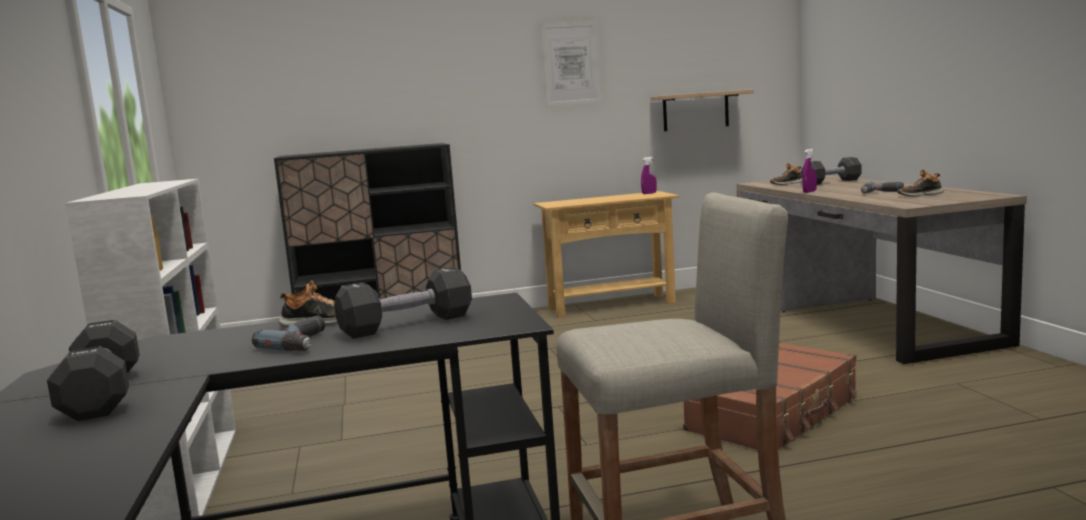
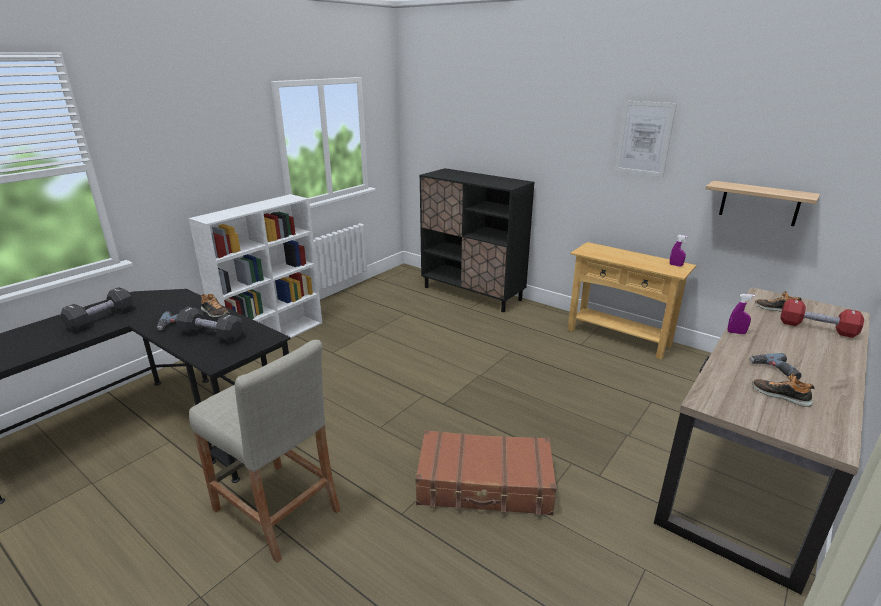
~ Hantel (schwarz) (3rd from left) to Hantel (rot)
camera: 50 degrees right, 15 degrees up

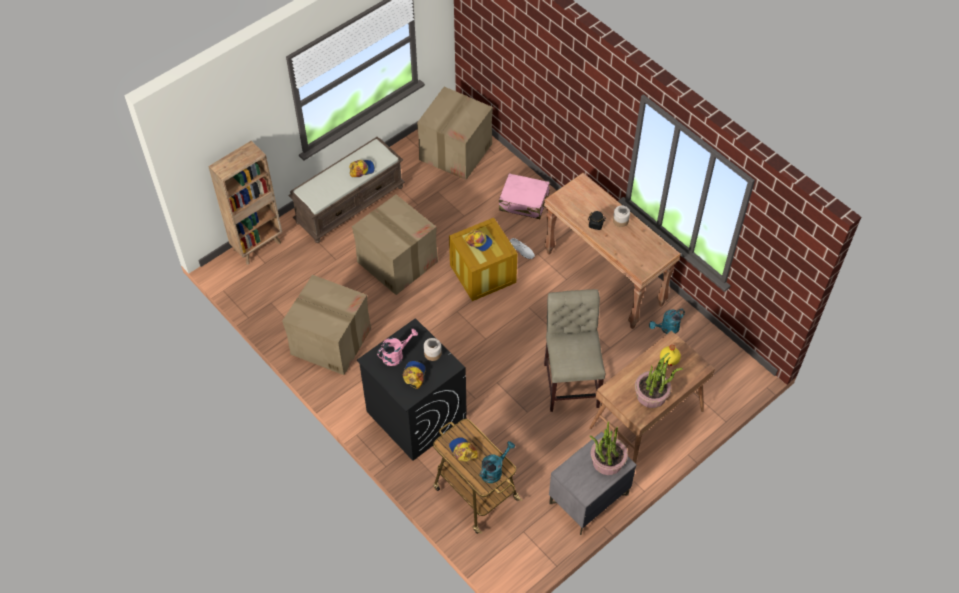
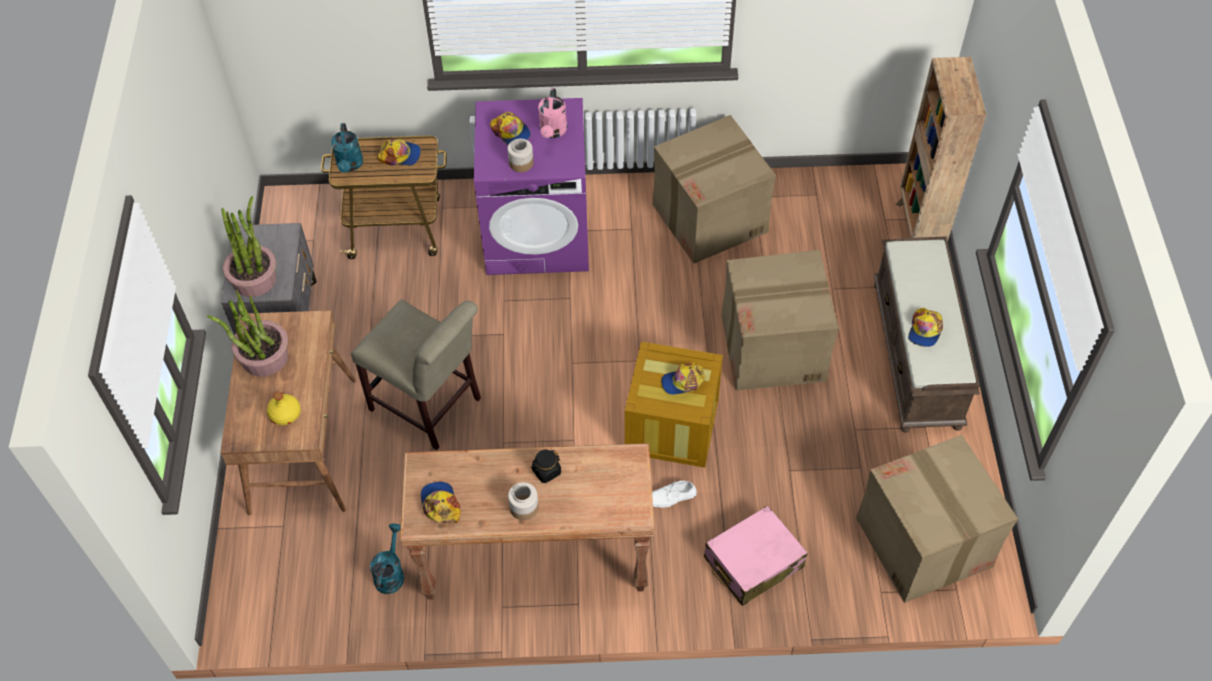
~ Waschmaschine (schwarz) to Waschmaschine (lila)
+ Kappe (2nd from left)
camera: 130 degrees right, 0 degrees up

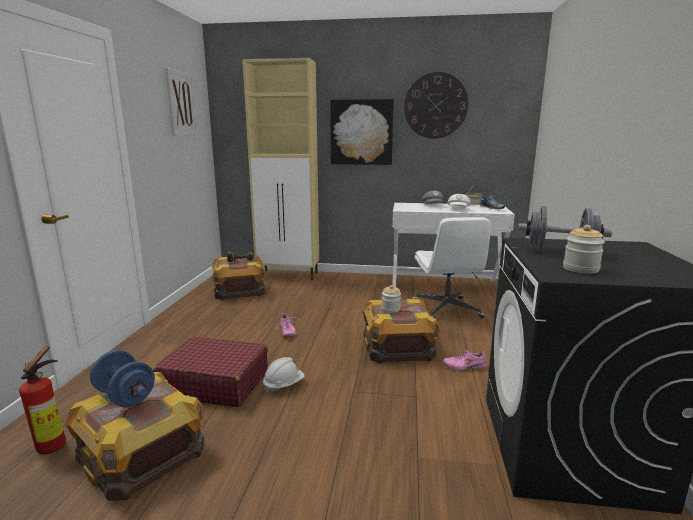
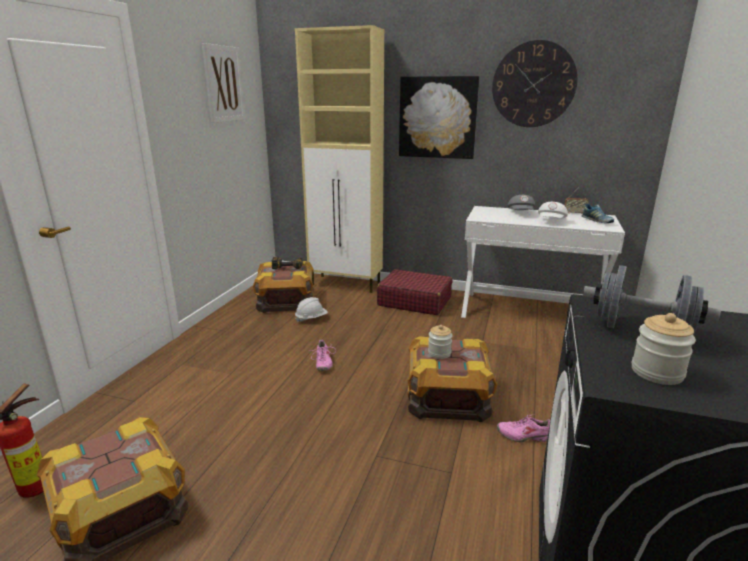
- Bürostuhl (weiß)
~ Koffer (rot)
- Hantel (blau)
~ Schutzhelm (weiß)
camera: 10 degrees right, 5 degrees up

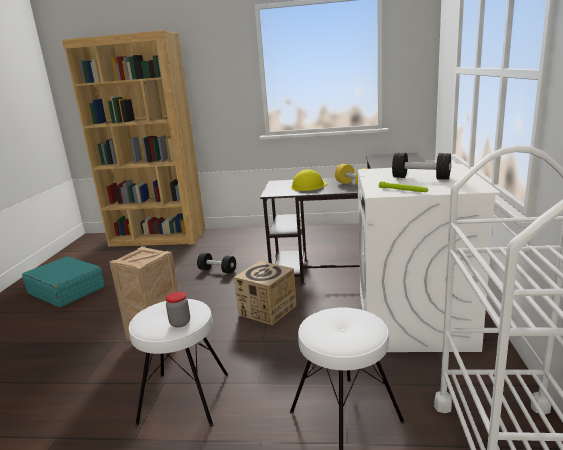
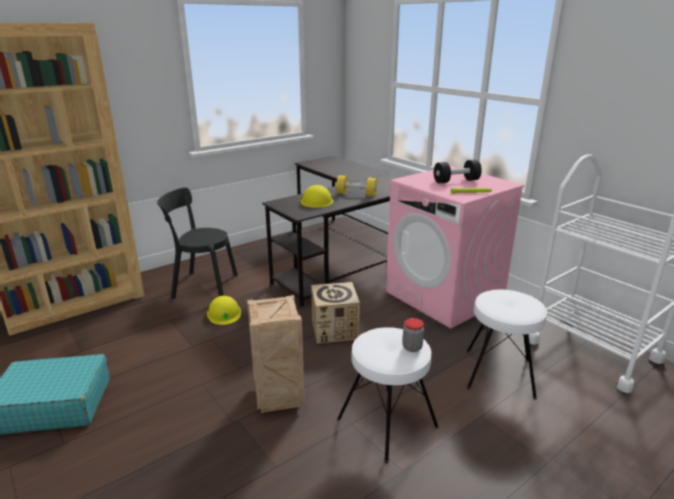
~ Waschmaschine (weiß) to Waschmaschine (rosa)
~ Hantel (schwarz) (1st from left) to Schutzhelm (gelb) (1st from left)
+ Stuhl (schwarz)
camera: 45 degrees left, 5 degrees up

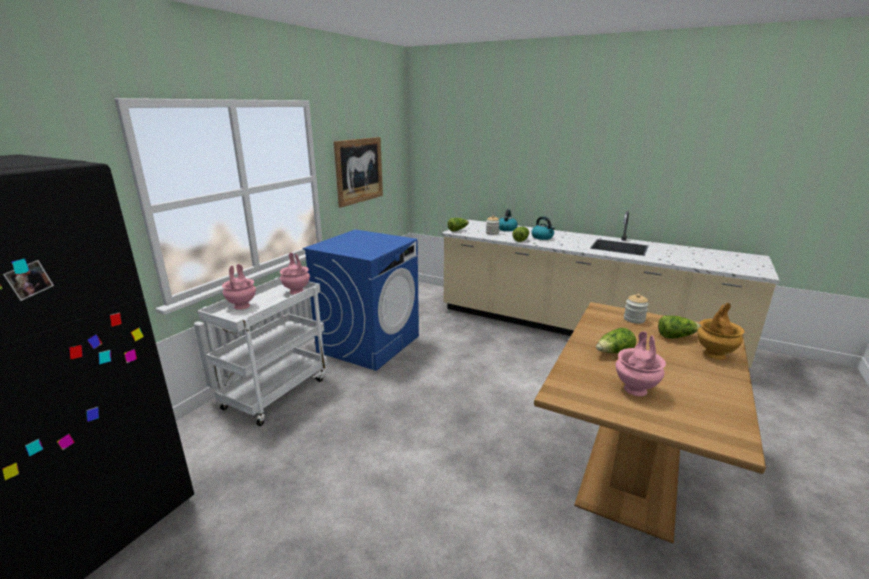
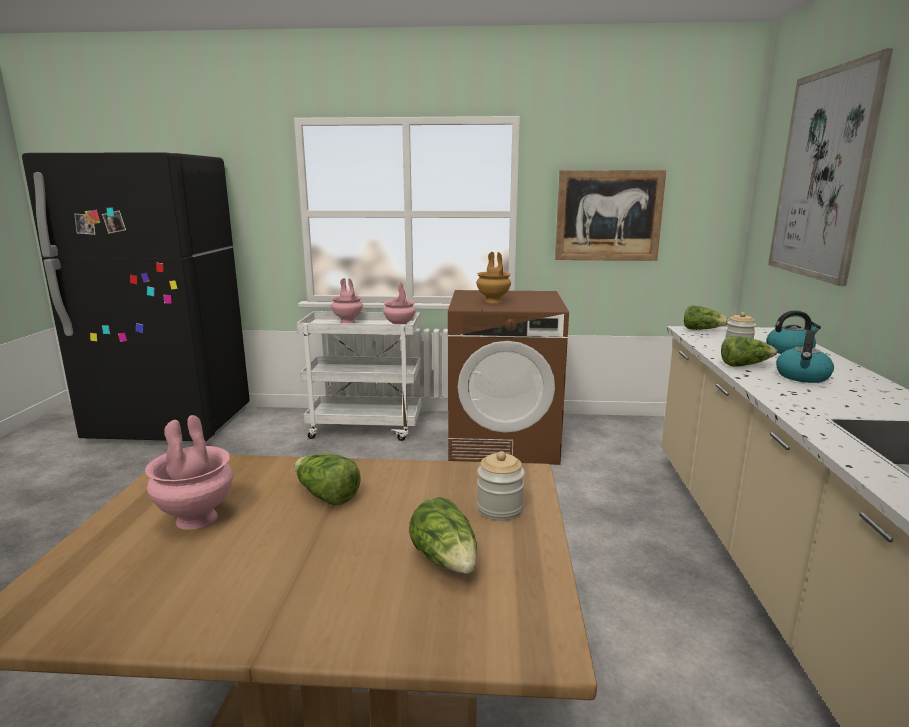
~ Waschmaschine (blau) to Waschmaschine (braun)
~ Vase (braun)
+ Bild (2nd from left)
camera: 65 degrees right, 5 degrees down

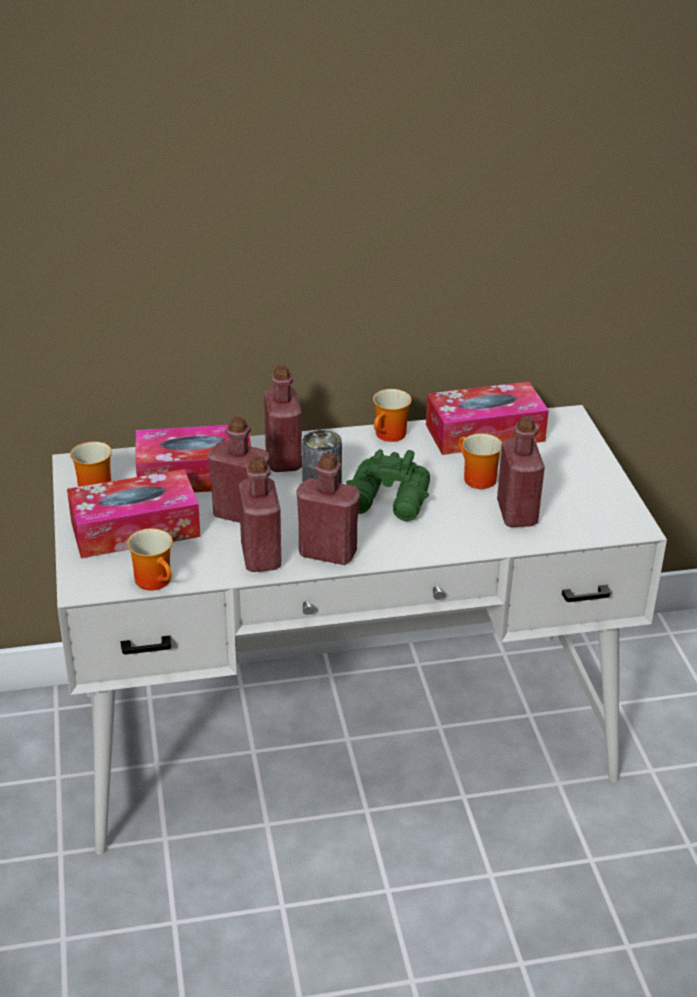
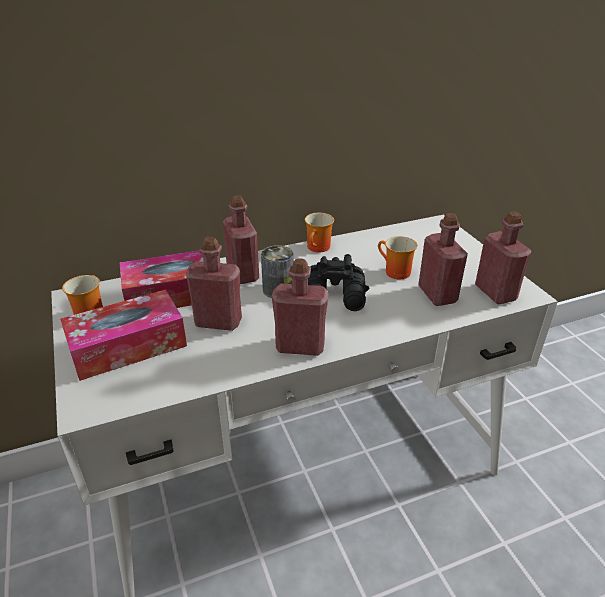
- Taschentuchbox (3rd from left)
~ Fernglas (grün) to Fernglas (schwarz)
~ Flasche (rot) (2nd from left in the first image) to Flasche (rot) (5th from left)
- Henkelbecher (2nd from left)
camera: 10 degrees left, 0 degrees up

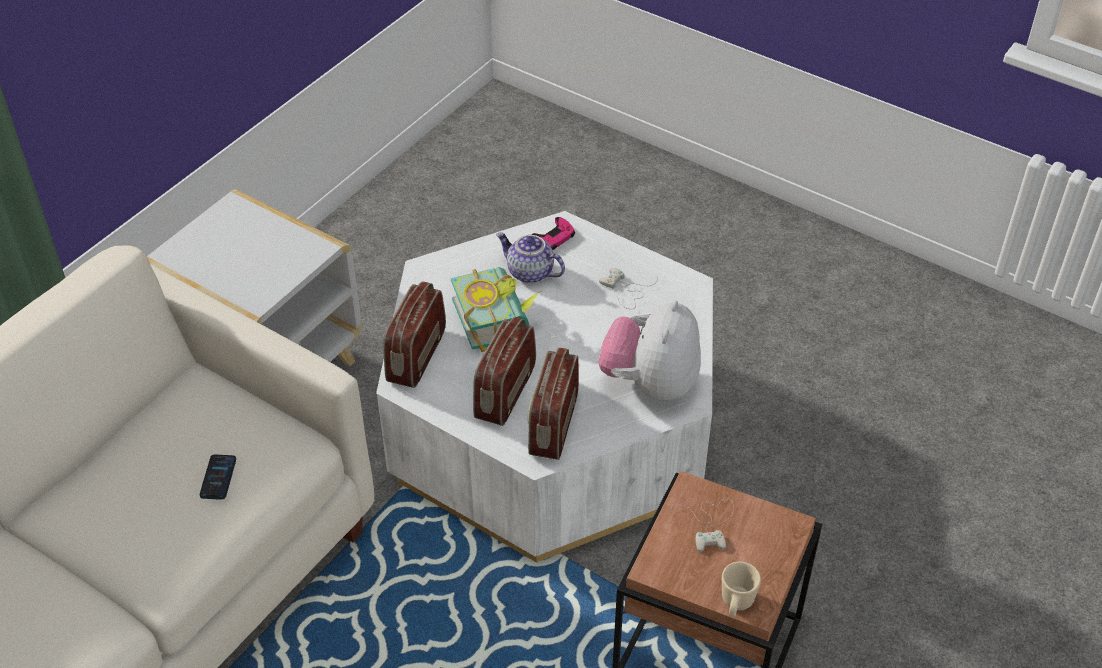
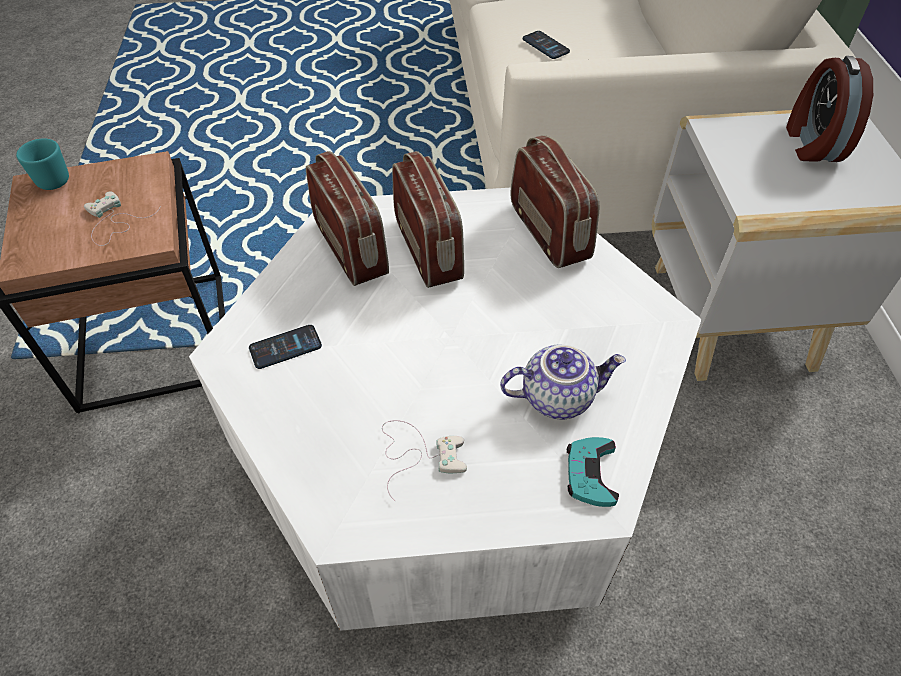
~ Gamepad (rosa) to Gamepad (türkis)
- Buch
~ Plüschtier to Handy (1st from left)
~ Henkelbecher (beige) to Henkelbecher (türkis)
+ Wecker
camera: 140 degrees right, 5 degrees up

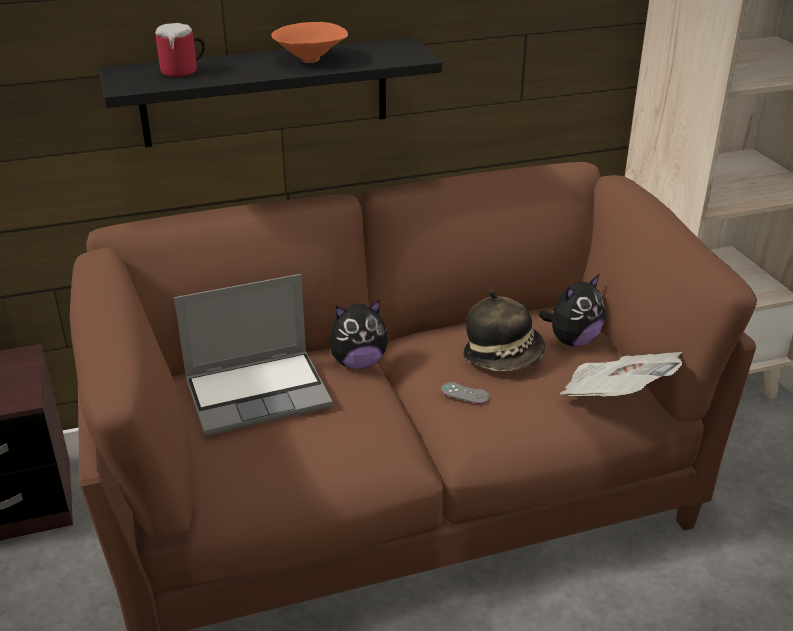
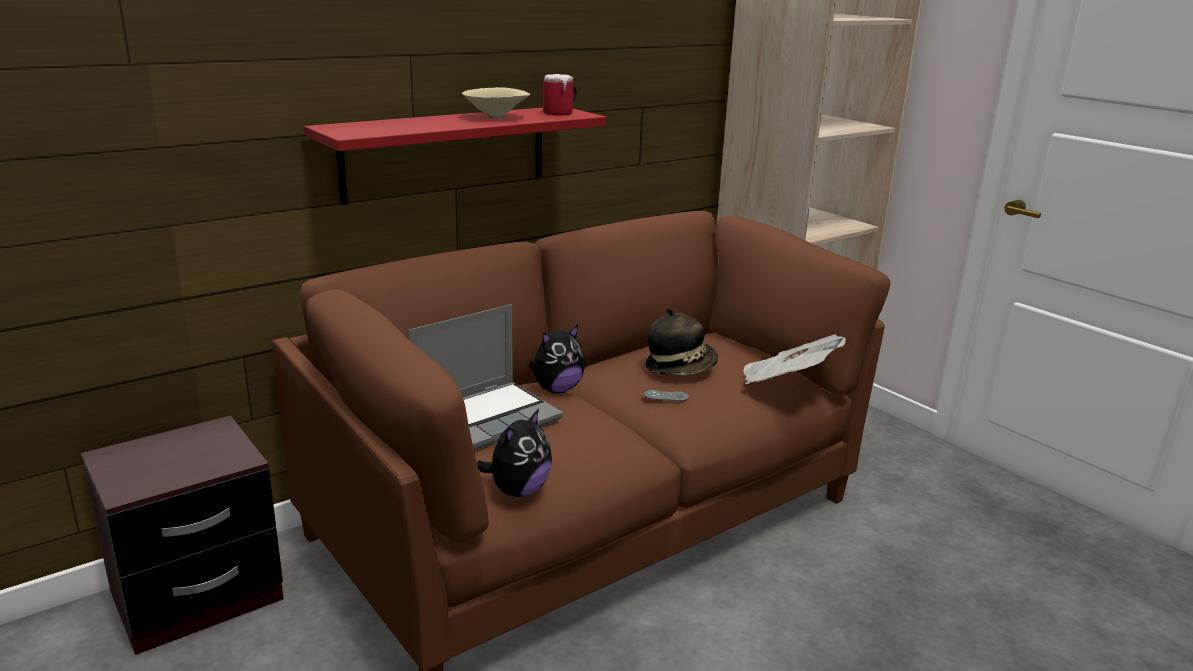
~ Schüssel (orange) to Schüssel (beige)
~ Henkelbecher
~ Wandregal (schwarz) to Wandregal (rot)
~ Plüschtier (2nd from left in the first image) to Plüschtier (1st from left)
camera: 20 degrees left, 10 degrees down

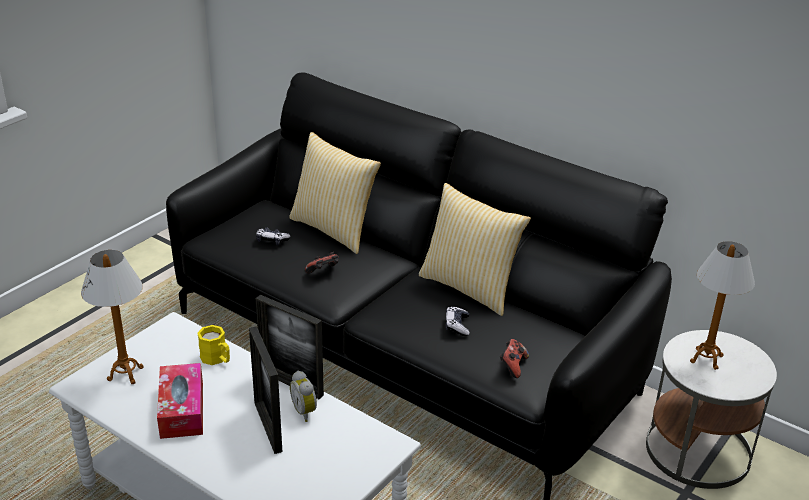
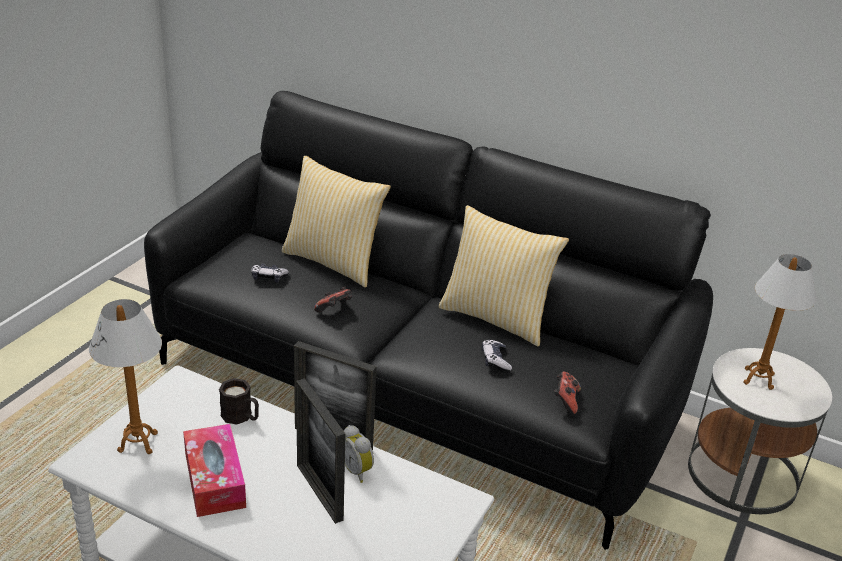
~ Henkelbecher (gelb) to Henkelbecher (schwarz)
camera: 10 degrees left, 0 degrees up

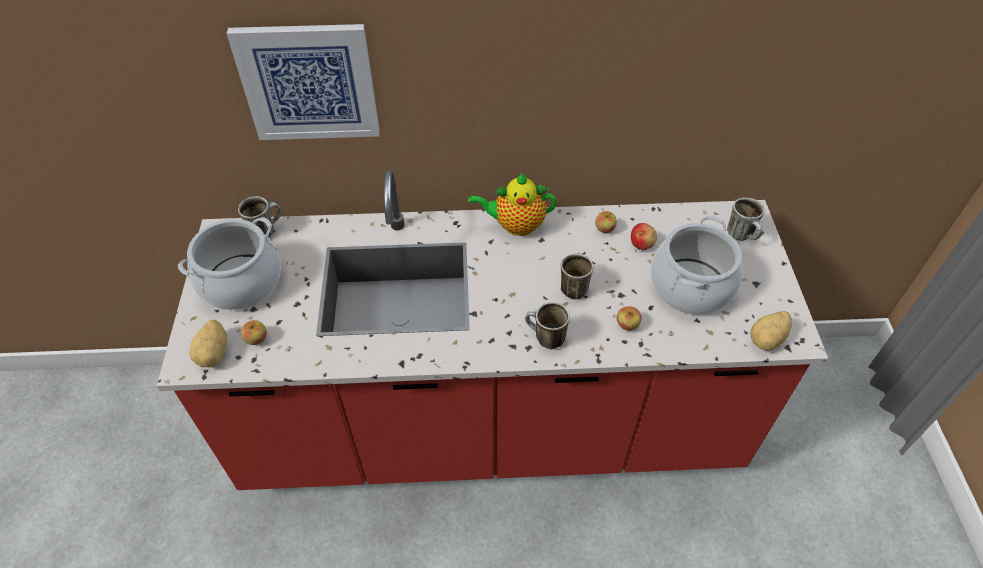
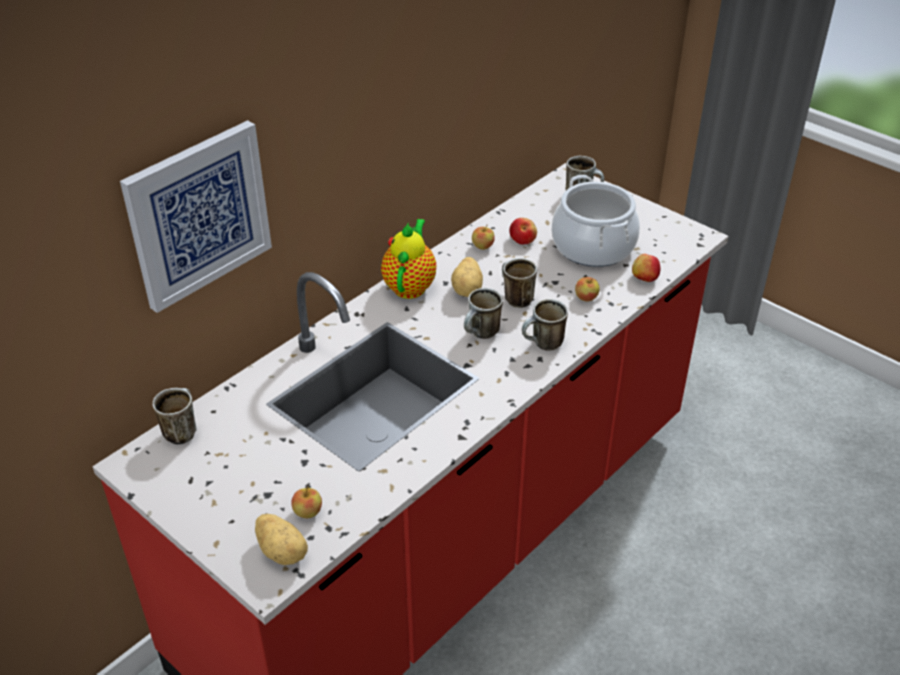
~ Teekanne 150 degrees clockwise
- Kochtopf (1st from left)
~ Kartoffel (2nd from left)
+ Apfel (5th from left)
+ Henkelbecher (2nd from left)
camera: 45 degrees left, 10 degrees down

